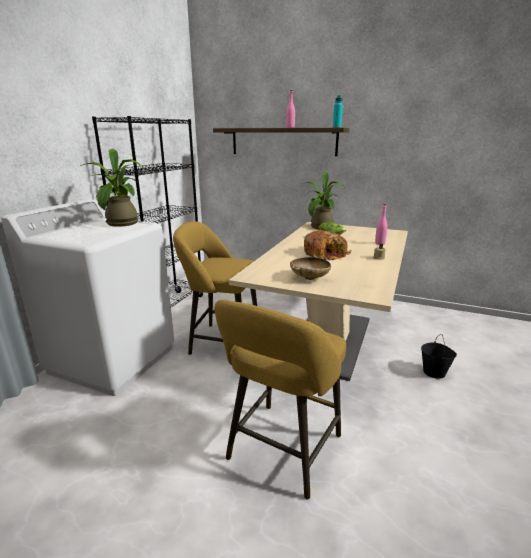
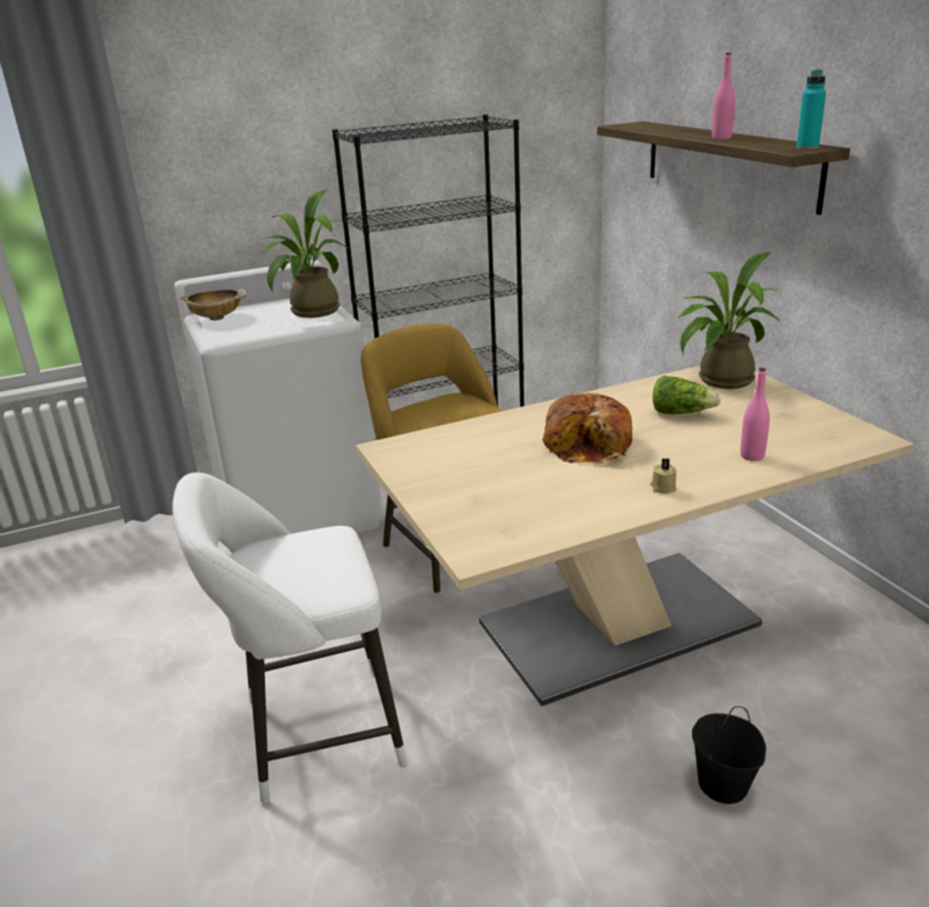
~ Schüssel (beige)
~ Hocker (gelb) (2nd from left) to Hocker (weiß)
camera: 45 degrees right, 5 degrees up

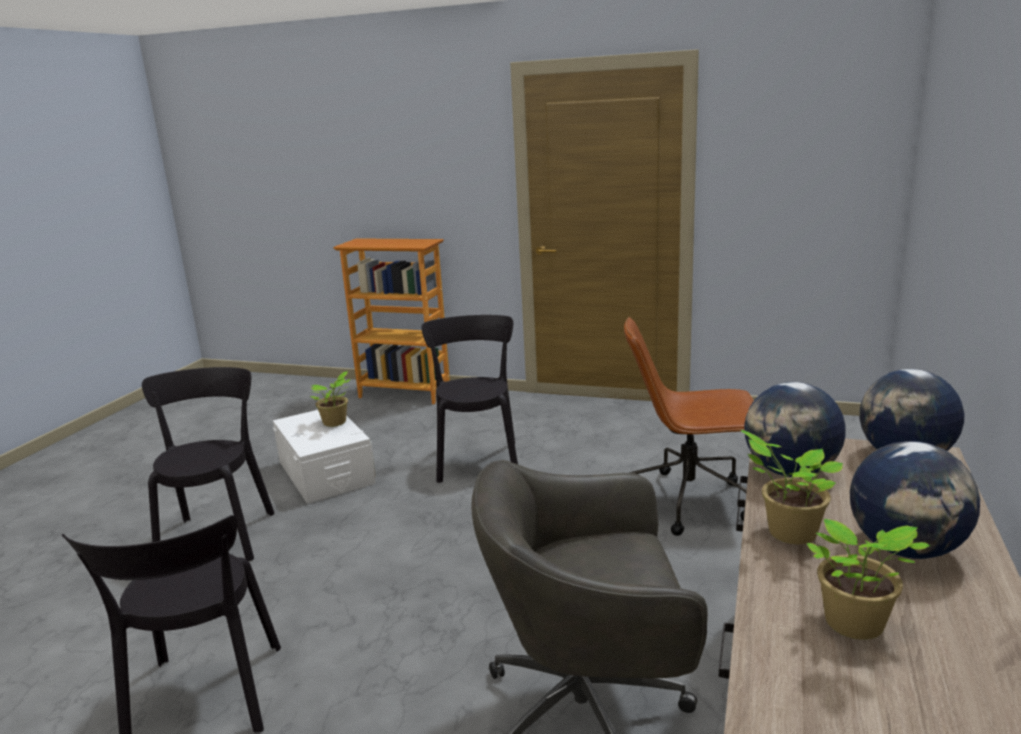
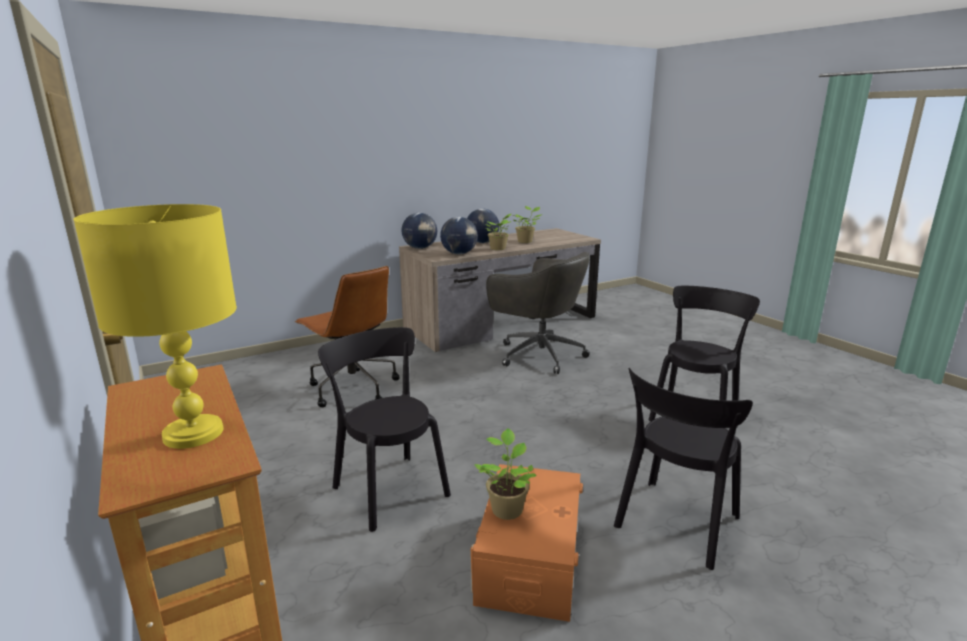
~ Stuhl (schwarz) (3rd from left in the first image) 105 degrees clockwise
~ Aufbewahrungsbox (weiß) to Aufbewahrungsbox (orange)
+ Tischlampe (gelb)
camera: 140 degrees left, 0 degrees up

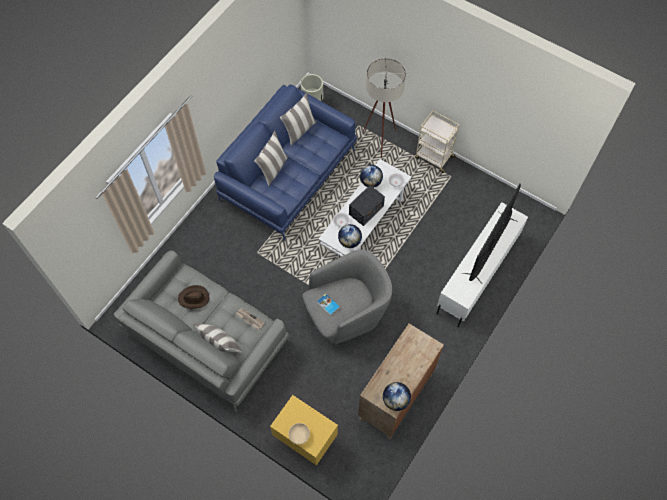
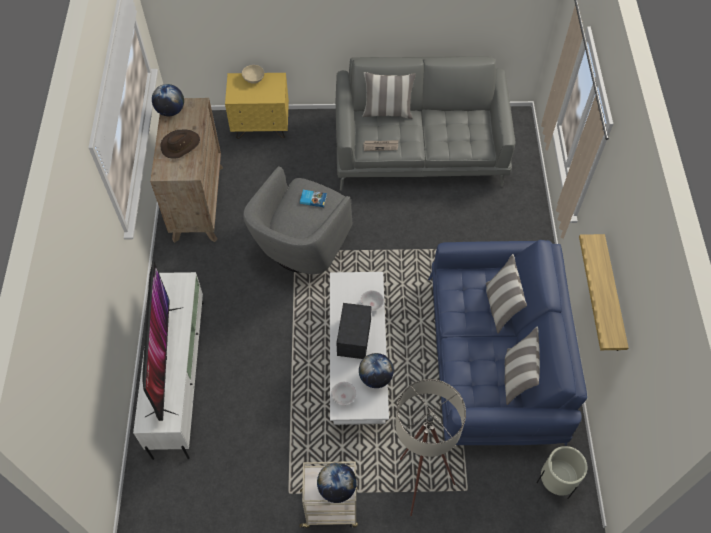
~ Globus (1st from left in the first image) to Globus (2nd from left)
~ Hut (braun)
+ Wandregal
camera: 145 degrees right, 5 degrees down

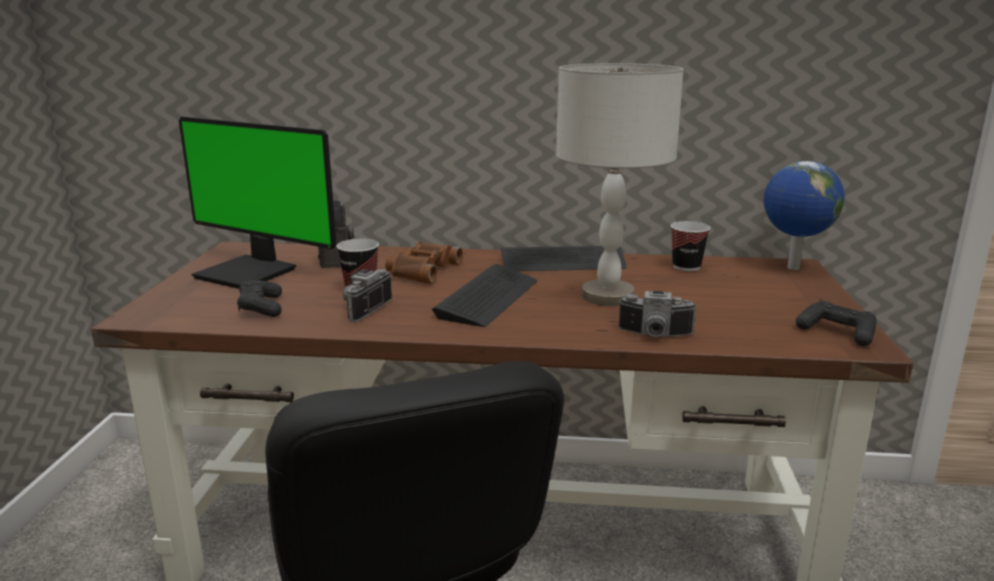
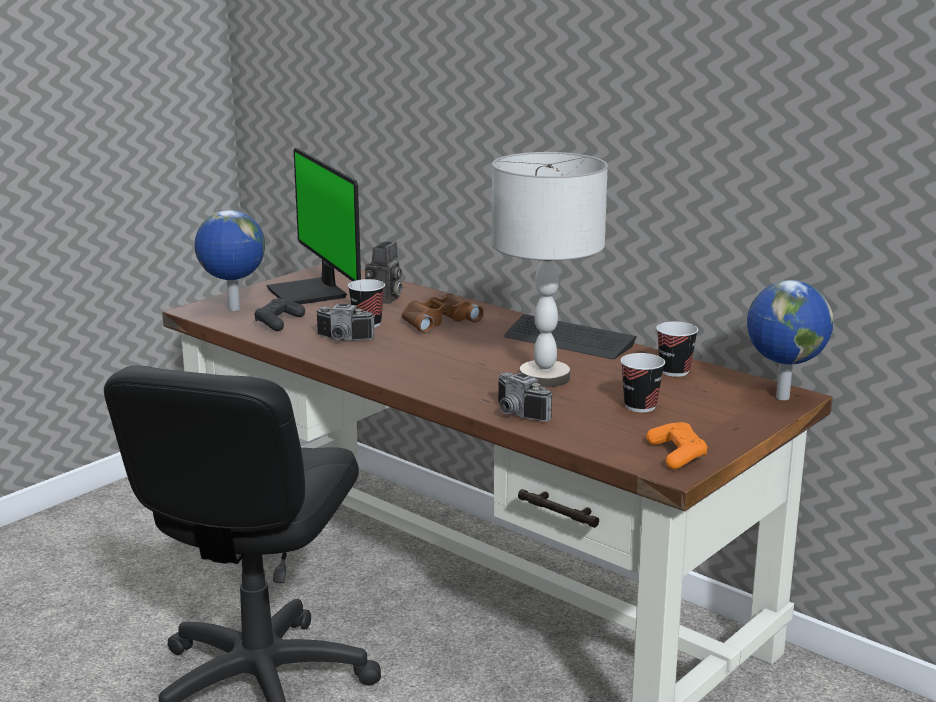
- Tastatur (1st from left)
~ Kamera (2nd from left in the first image) 135 degrees counterclockwise
~ Gamepad (schwarz) (2nd from left) to Gamepad (orange)
+ Globus (1st from left)
+ Tasse (2nd from left)
camera: 35 degrees right, 0 degrees up

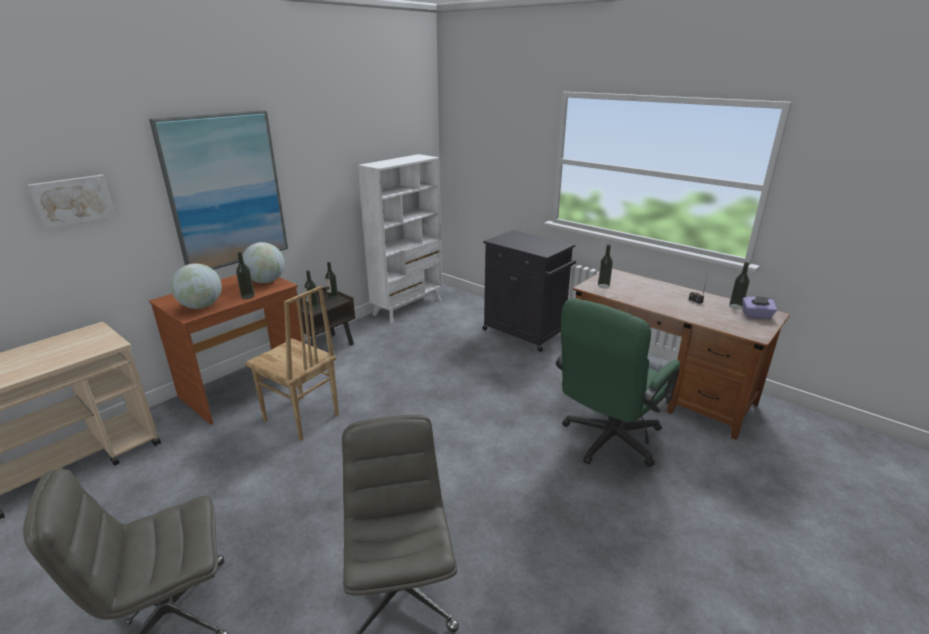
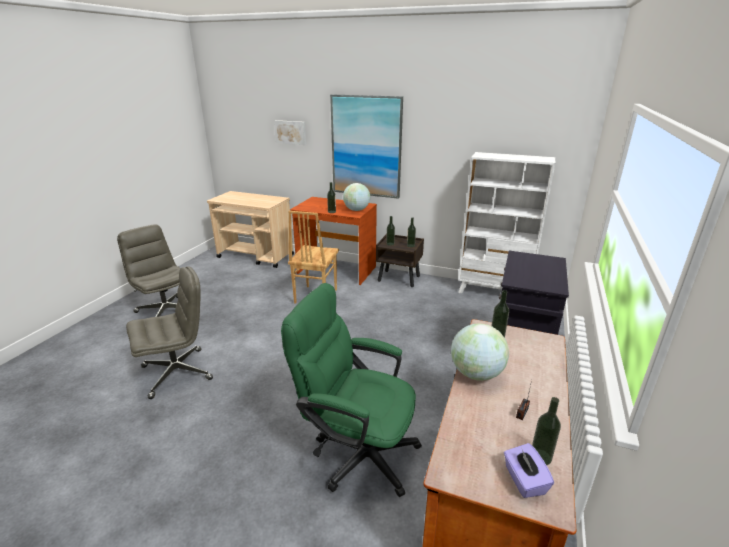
~ Globus (1st from left in the first image) to Globus (2nd from left)
camera: 70 degrees right, 0 degrees up

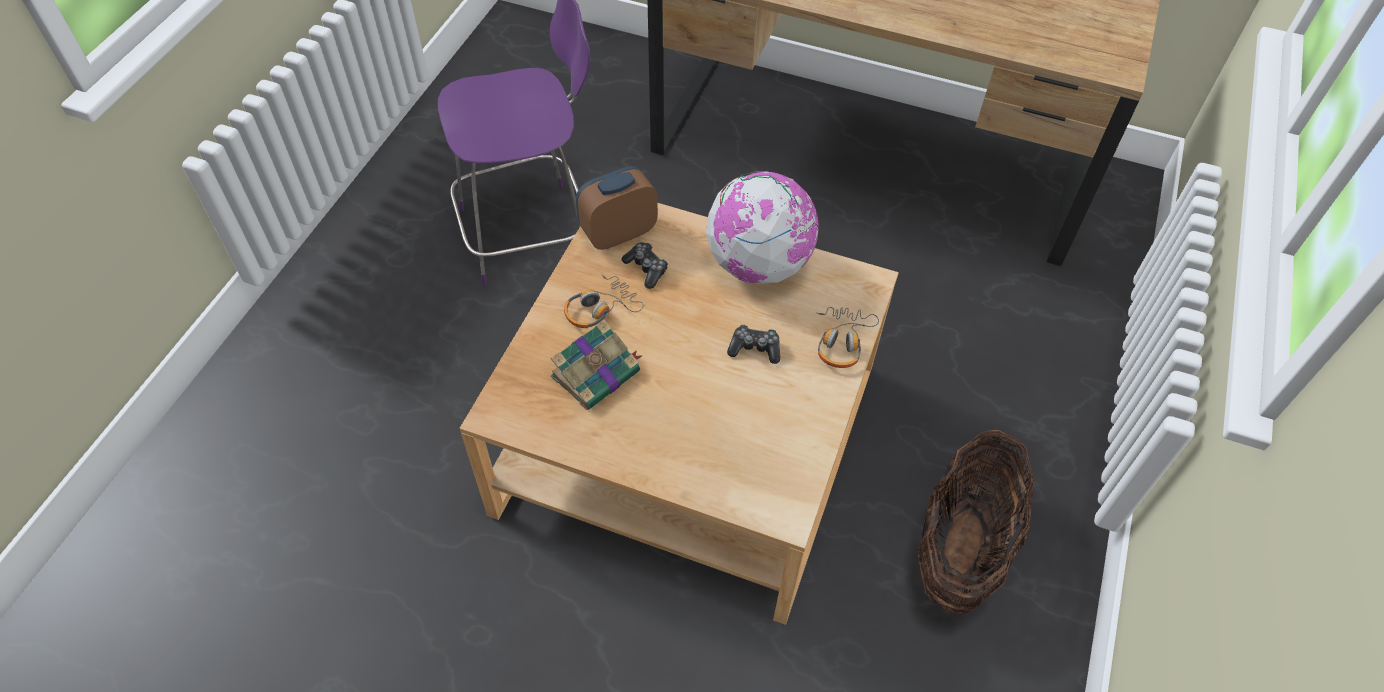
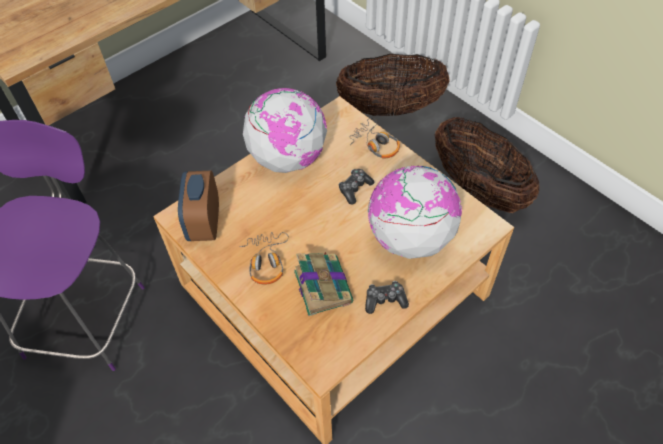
~ Gamepad (1st from left in the first image) to Gamepad (2nd from left)
+ Korb (1st from left)
+ Globus (2nd from left)
camera: 60 degrees left, 0 degrees up

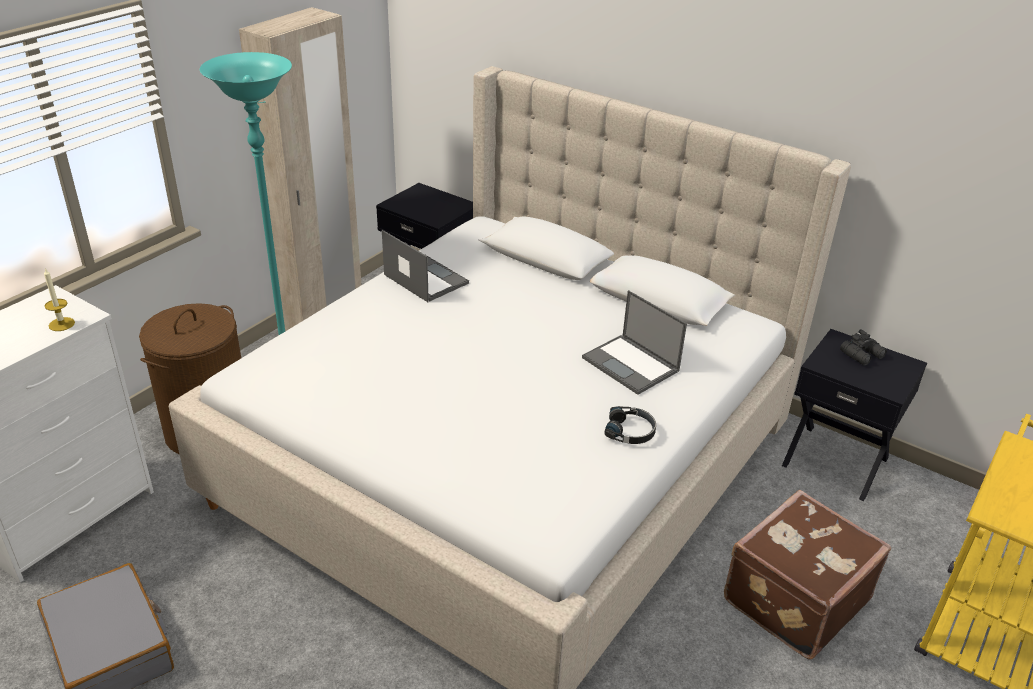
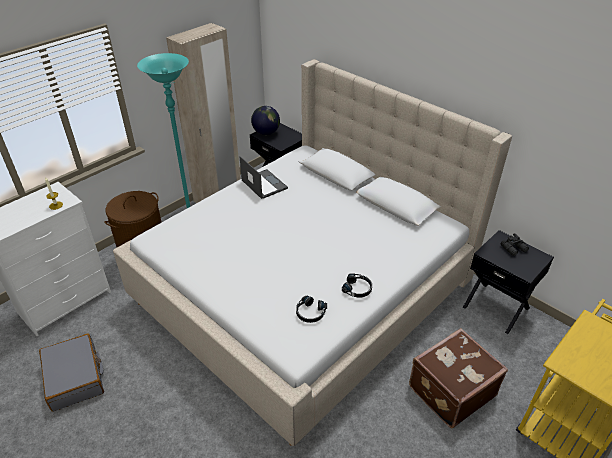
- Laptop (2nd from left)
+ Globus
+ Kopfhörer (schwarz) (1st from left)
camera: 10 degrees right, 5 degrees up

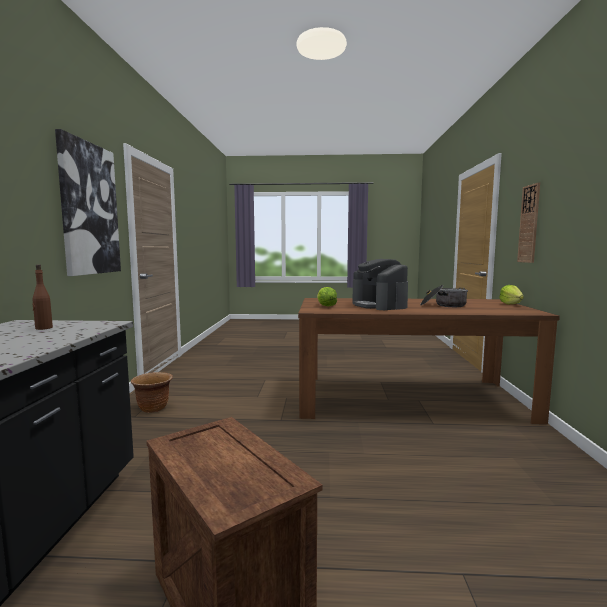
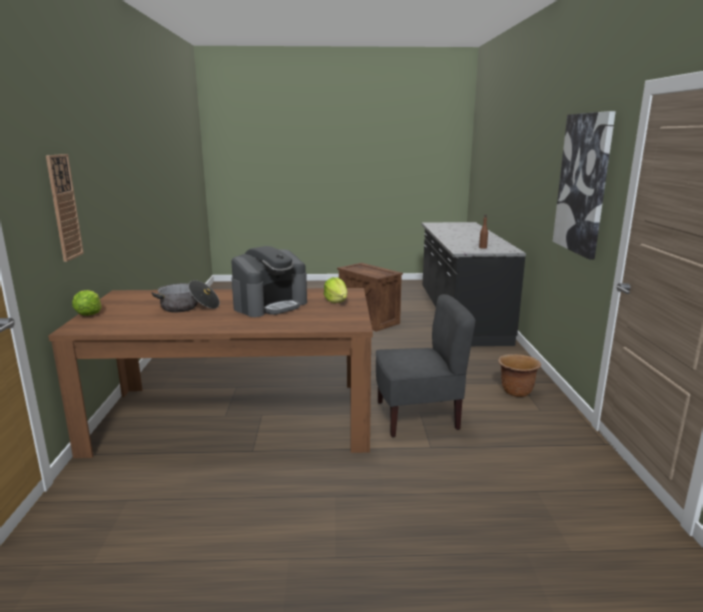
~ Kaffeemaschine 75 degrees clockwise
+ Stuhl (grau)
camera: 175 degrees right, 10 degrees up

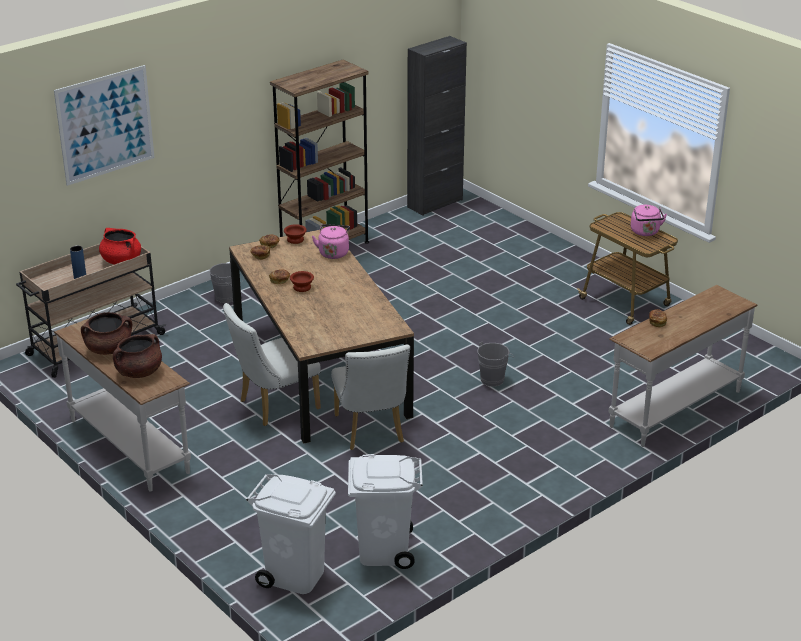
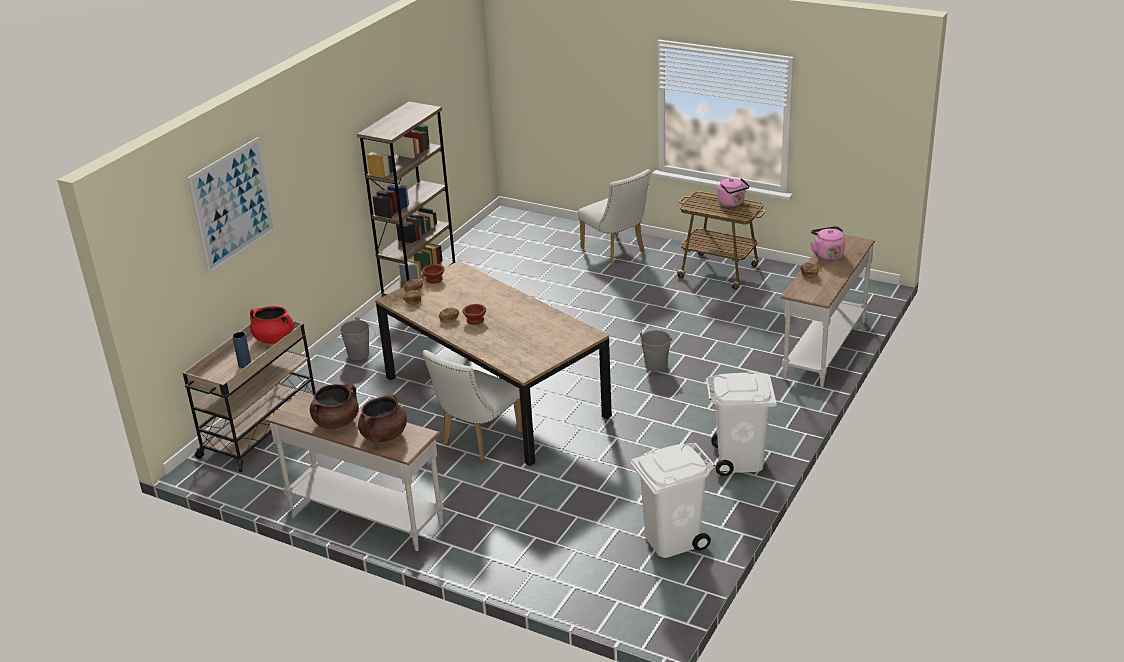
- Schrank (schwarz)
~ Wasserkessel (rosa) (1st from left in the first image) to Wasserkessel (rosa) (2nd from left)
~ Stuhl (weiß) (2nd from left)
~ Mülleimer (weiß) (1st from left in the first image) to Mülleimer (weiß) (2nd from left)
camera: 20 degrees left, 0 degrees up

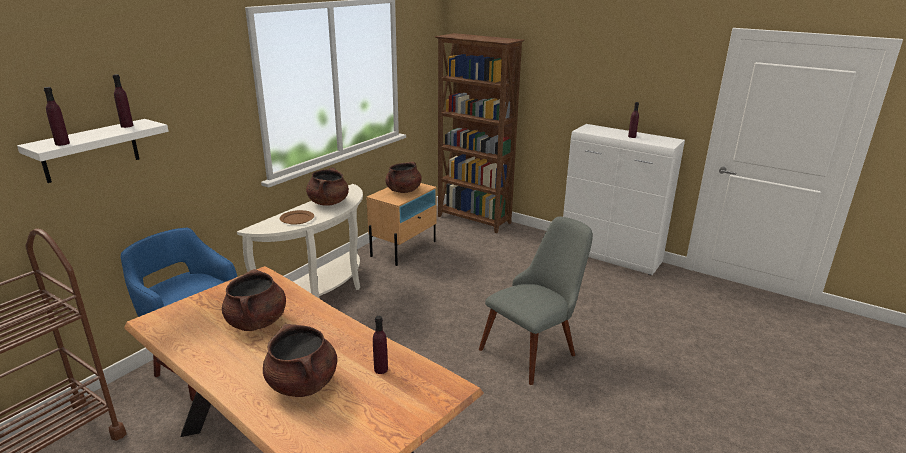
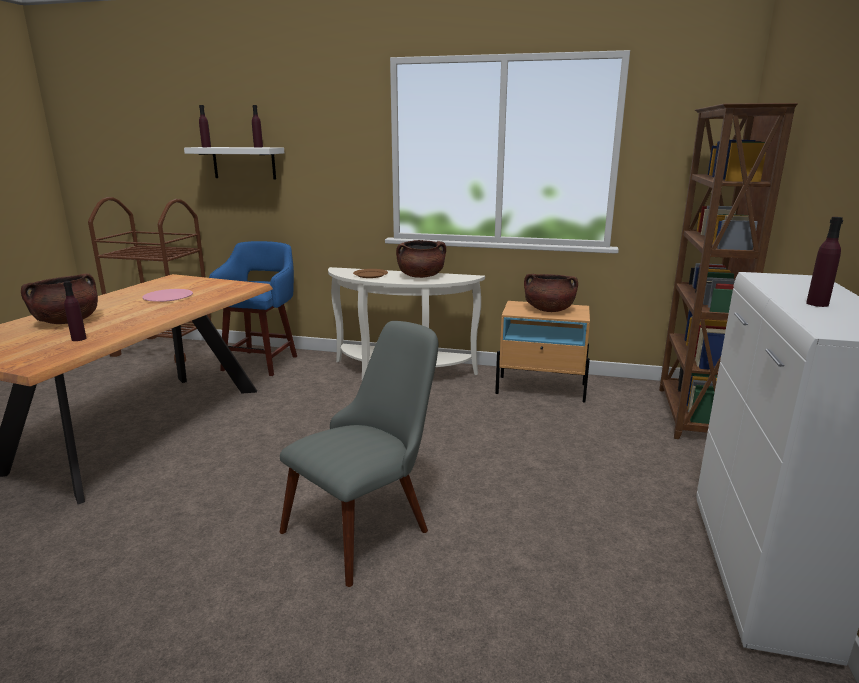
~ Stuhl (grau) 75 degrees counterclockwise
~ Kochtopf (braun) (1st from left) to Teller (rosa)
camera: 70 degrees right, 5 degrees down

